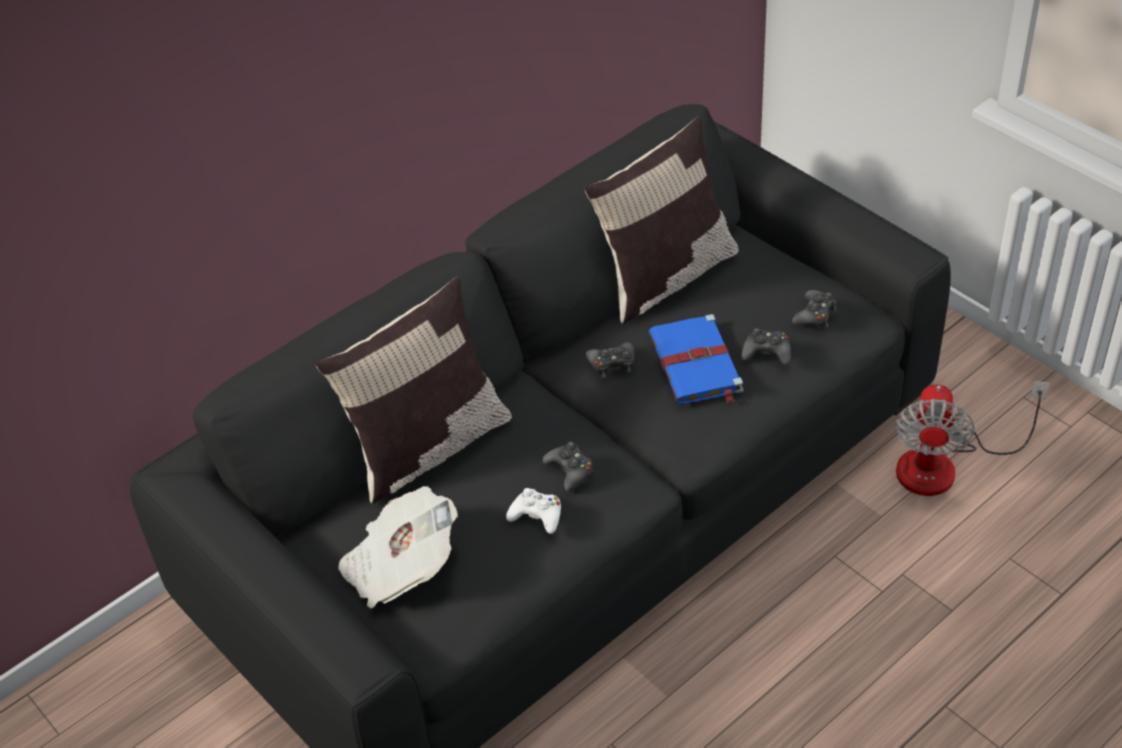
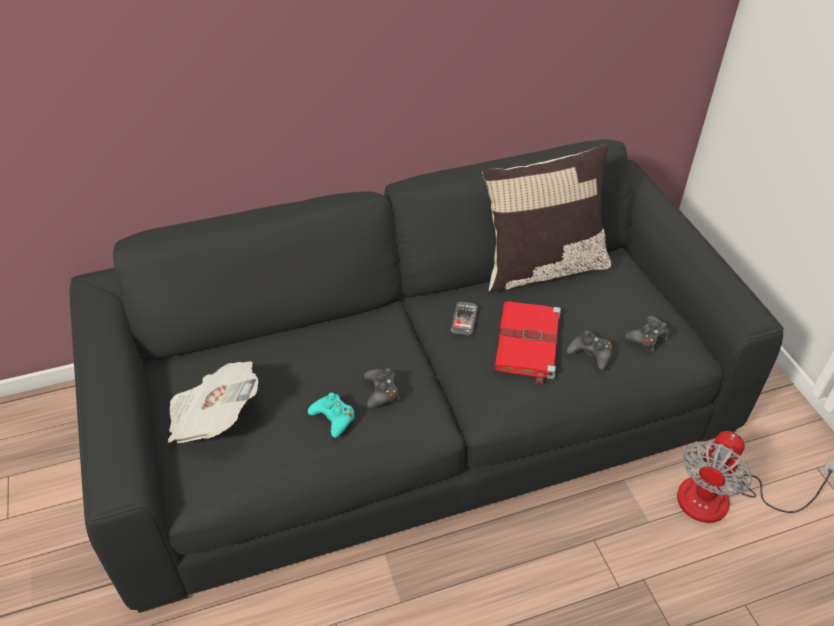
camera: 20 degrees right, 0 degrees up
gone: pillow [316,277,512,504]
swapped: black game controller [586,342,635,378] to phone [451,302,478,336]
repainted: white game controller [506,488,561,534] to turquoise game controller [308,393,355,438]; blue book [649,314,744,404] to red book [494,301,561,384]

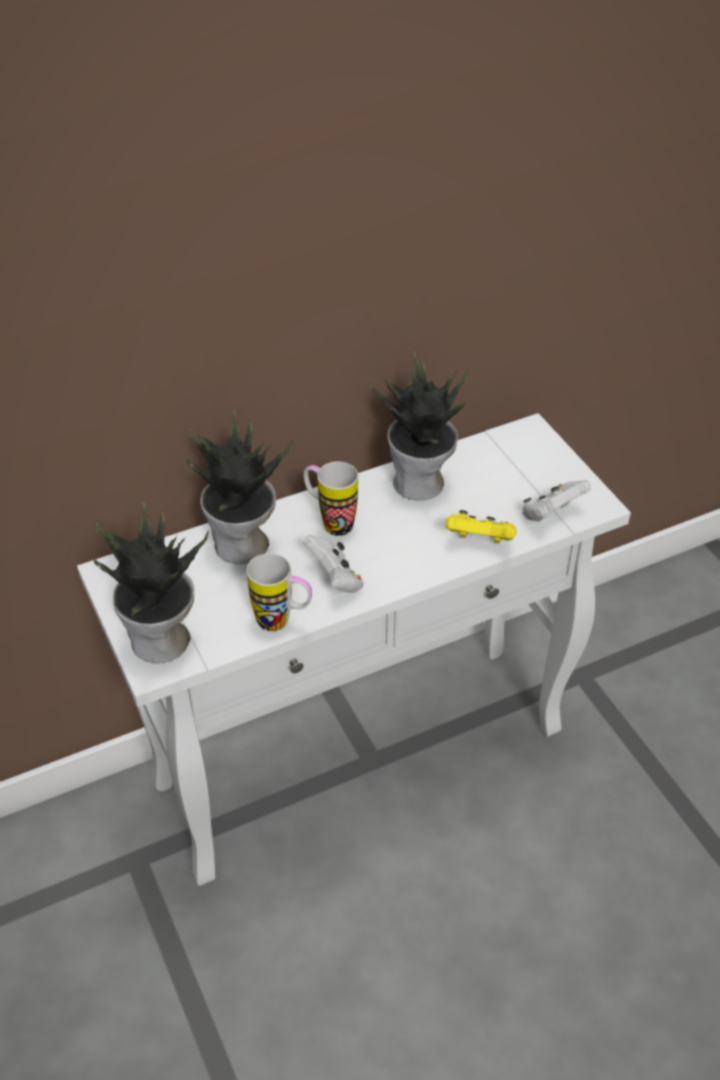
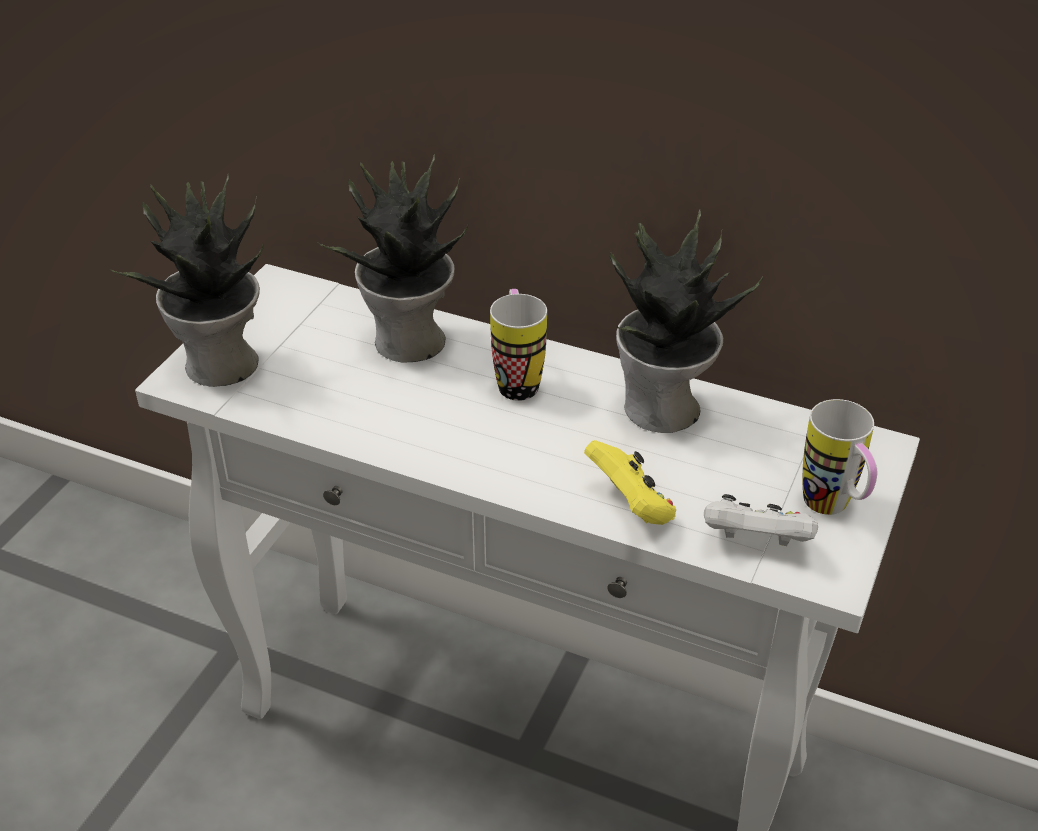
camera: 50 degrees right, 5 degrees down
gone: white game controller [302,535,364,592]
shifted: mug [247,553,312,631] to [803,399,877,515]

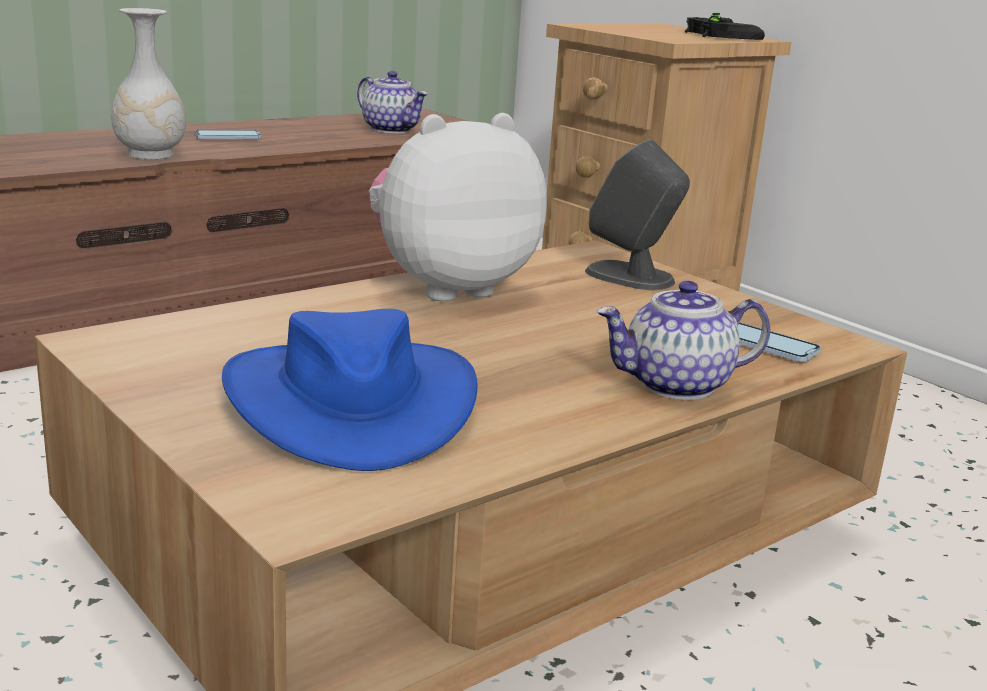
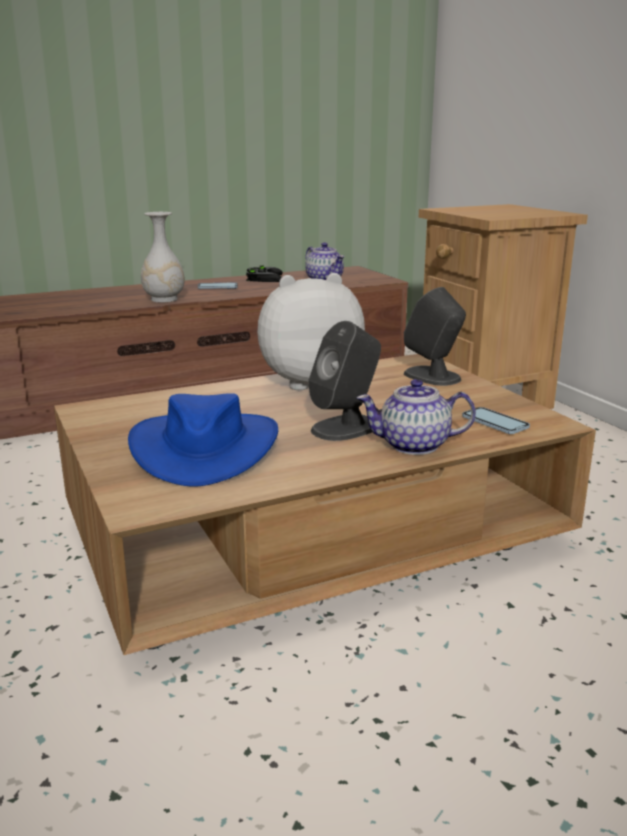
camera: 15 degrees right, 0 degrees up
new: grey speaker [309,321,381,441]
shifted: black game controller [685,13,765,40] to [246,265,283,282]

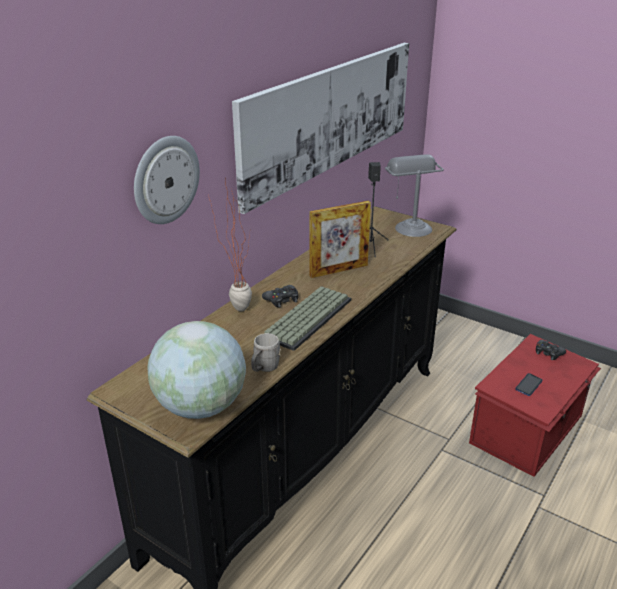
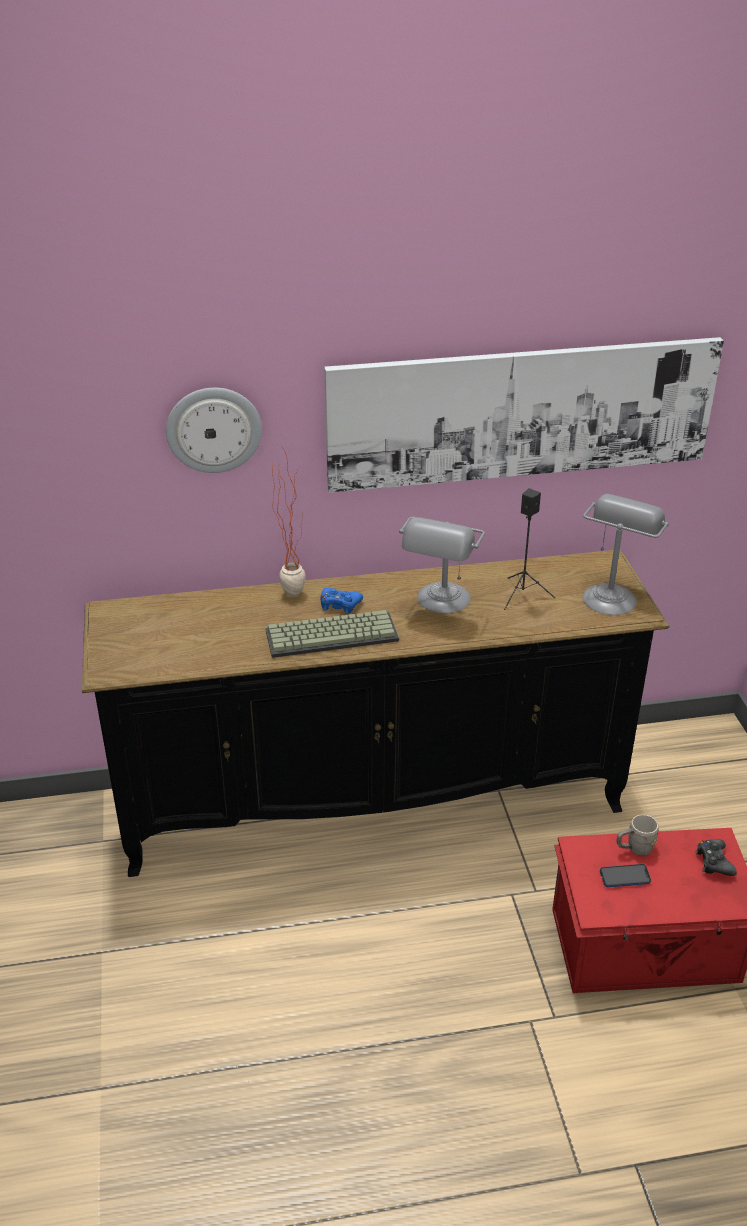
camera: 45 degrees right, 5 degrees up
gone: globe [147,321,246,419]
shifted: grey mug [251,333,281,372] to [616,814,659,856]
swapped: picture frame [309,201,371,278] to grey table lamp [399,517,485,613]
repainted: black game controller [262,285,298,307] to blue game controller [321,588,363,614]

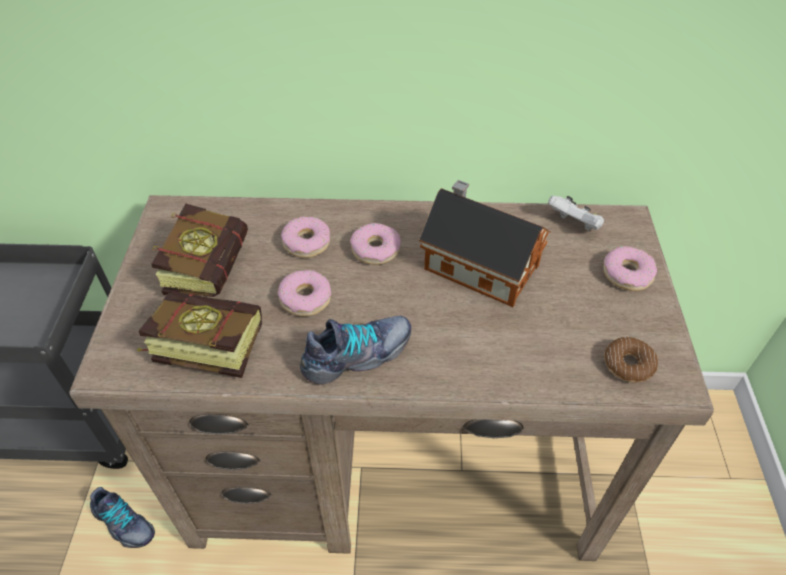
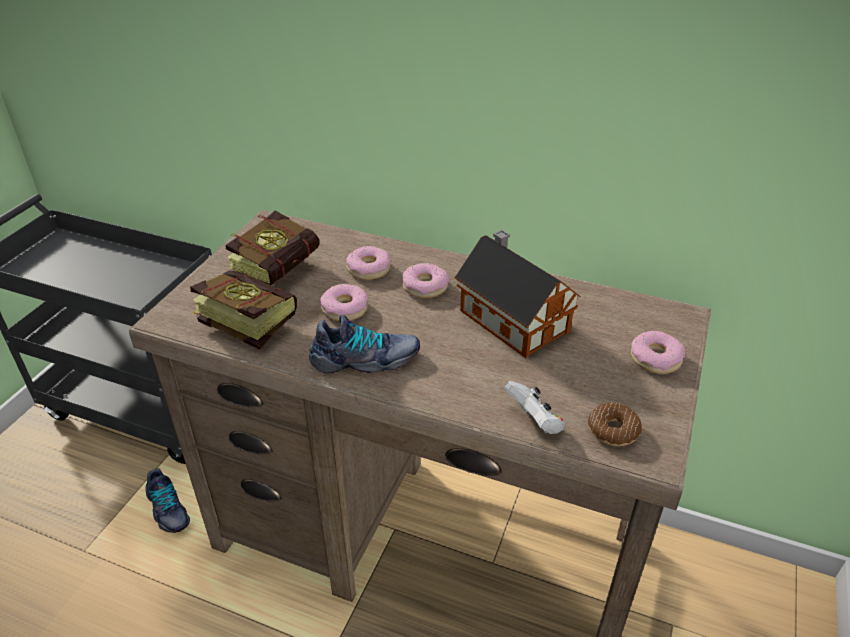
camera: 20 degrees right, 10 degrees down
shifted: white game controller [548,196,604,231] to [504,381,565,434]

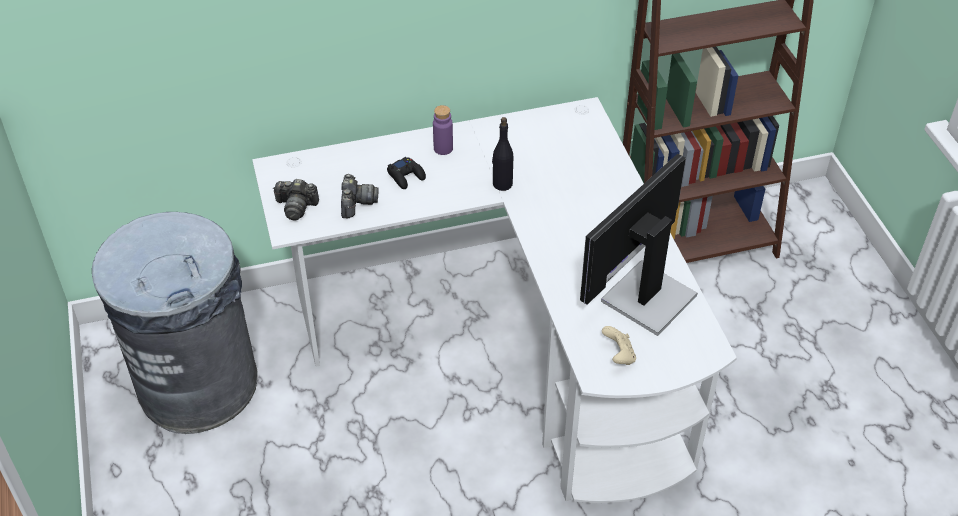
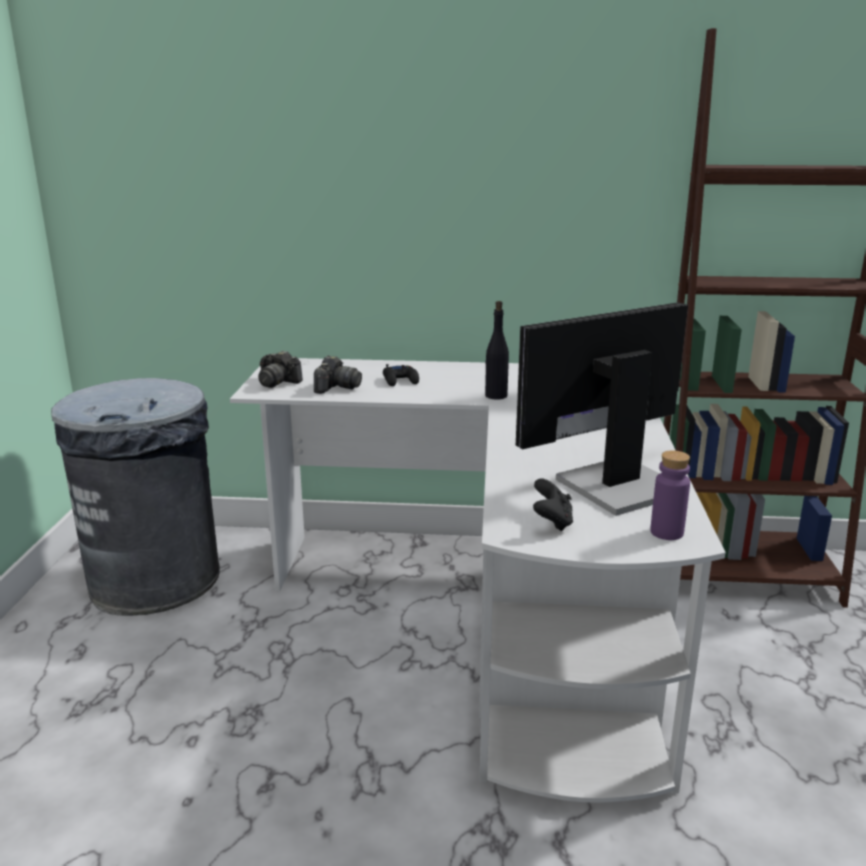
camera: 20 degrees right, 25 degrees down
shifted: purple bottle [433,105,453,155] to [650,450,690,540]
repainted: beige game controller [602,326,636,365] to black game controller [533,479,573,531]

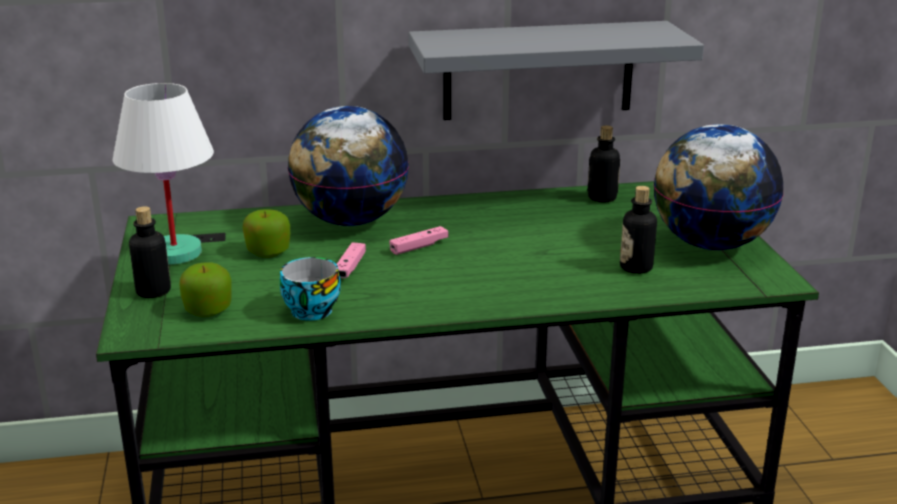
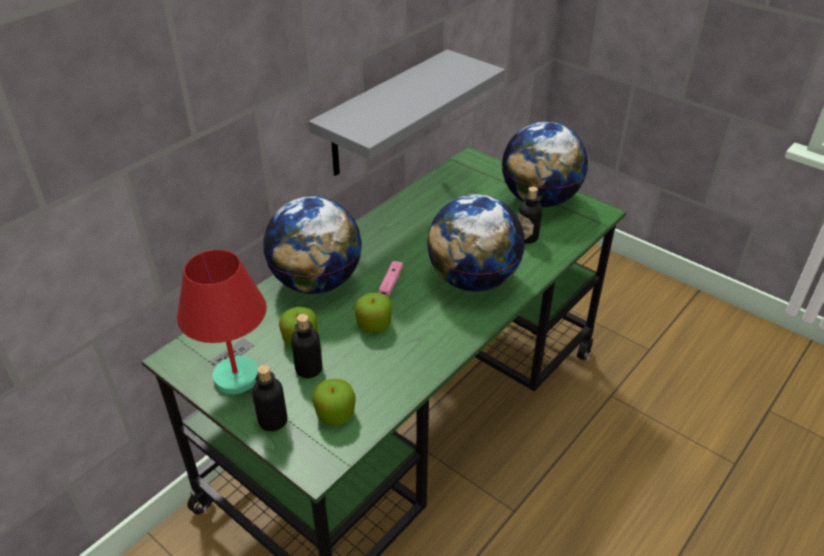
camera: 40 degrees left, 15 degrees up
gone: cup [280,257,340,321]
new: globe [427,194,525,292]
shifted: bottle [587,125,620,202] to [291,314,323,378]
swapped: pink game controller [337,242,366,278] to apple [355,293,392,333]
repainted: white table lamp [112,83,214,264] to red table lamp [177,249,267,394]

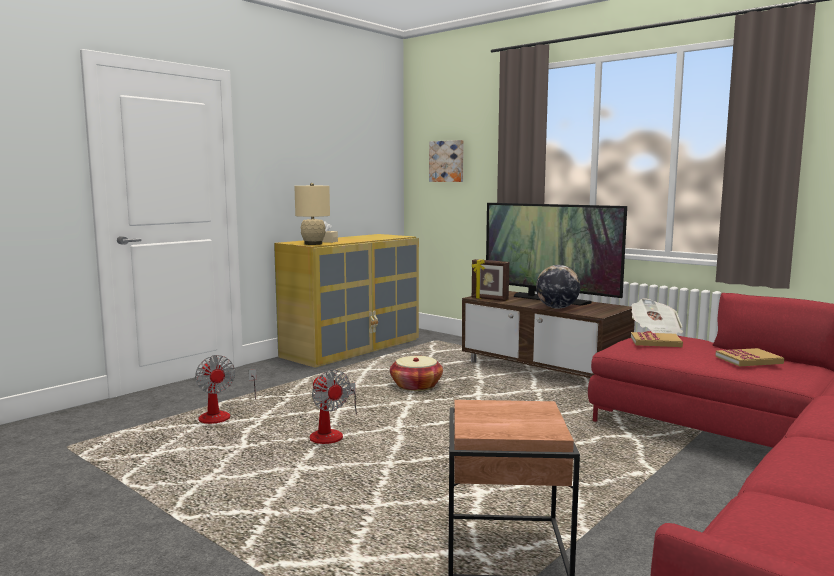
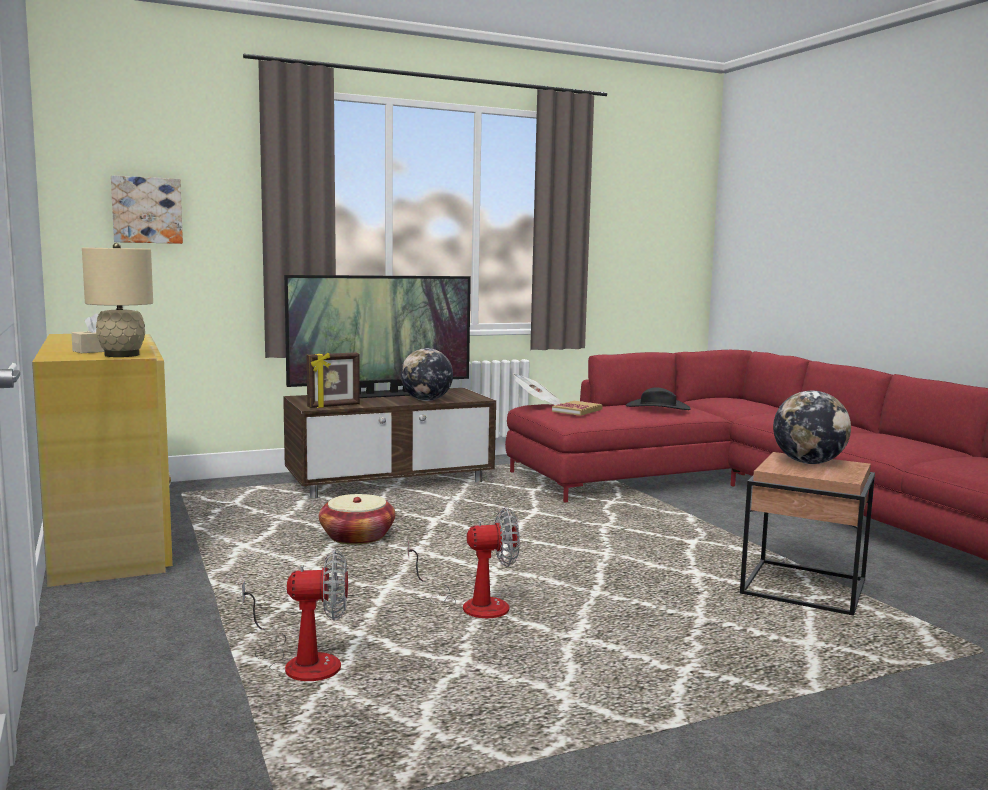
camera: 65 degrees left, 0 degrees up
new: globe [773,391,851,464]
swapped: book [715,348,784,366] to black hat [626,388,690,410]

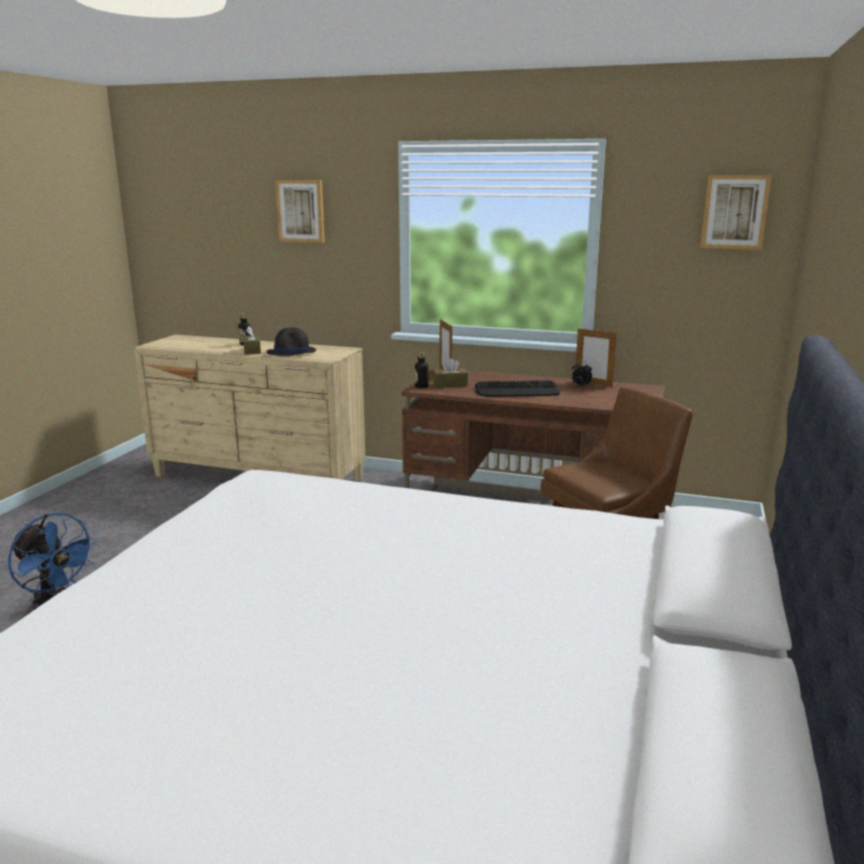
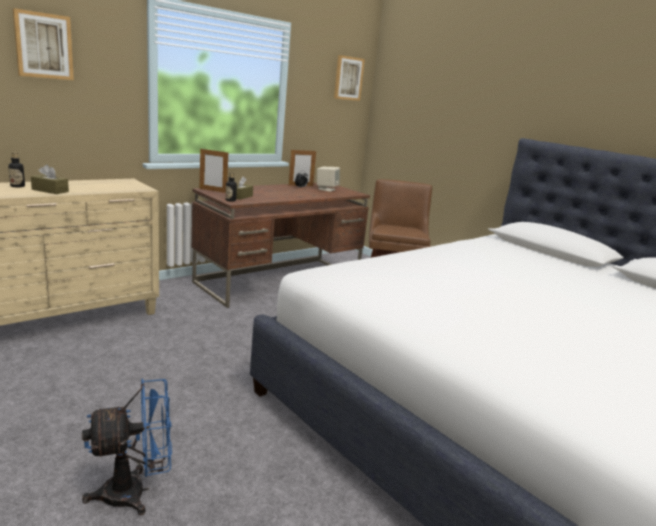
camera: 60 degrees left, 0 degrees up
gone: black hat [267,328,316,356]; keyboard [475,381,561,397]
new: beige speaker [317,167,340,192]

